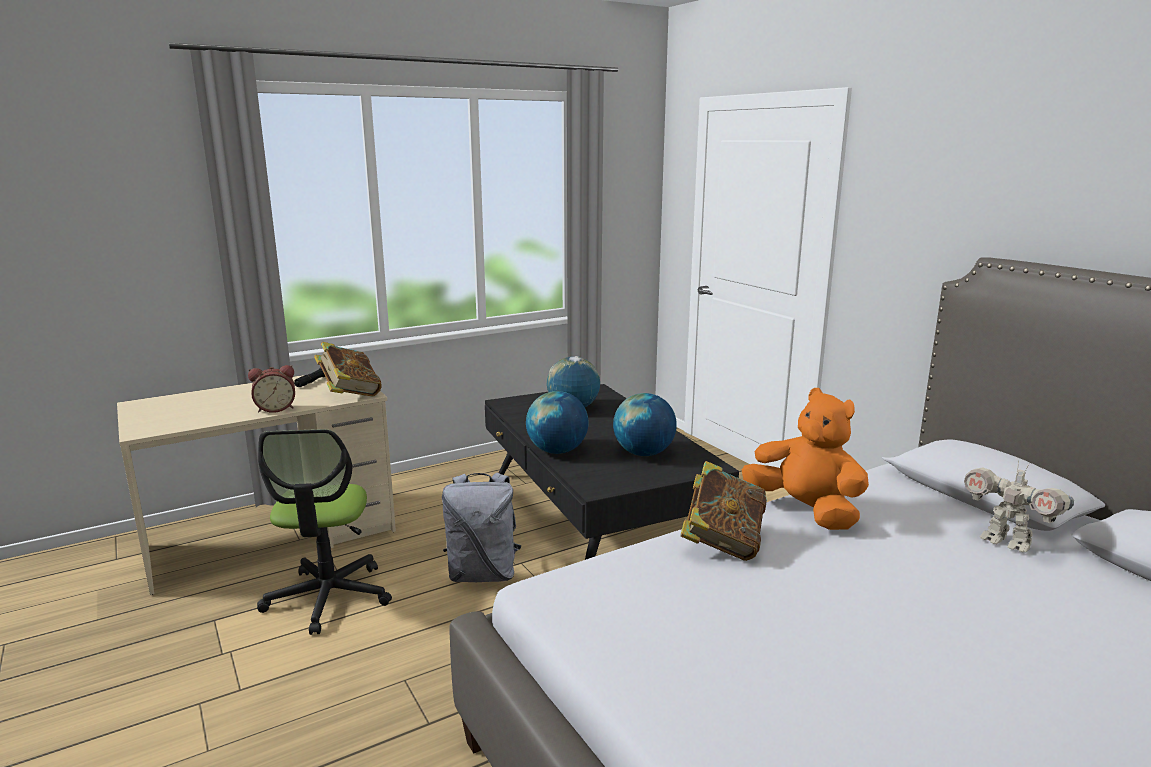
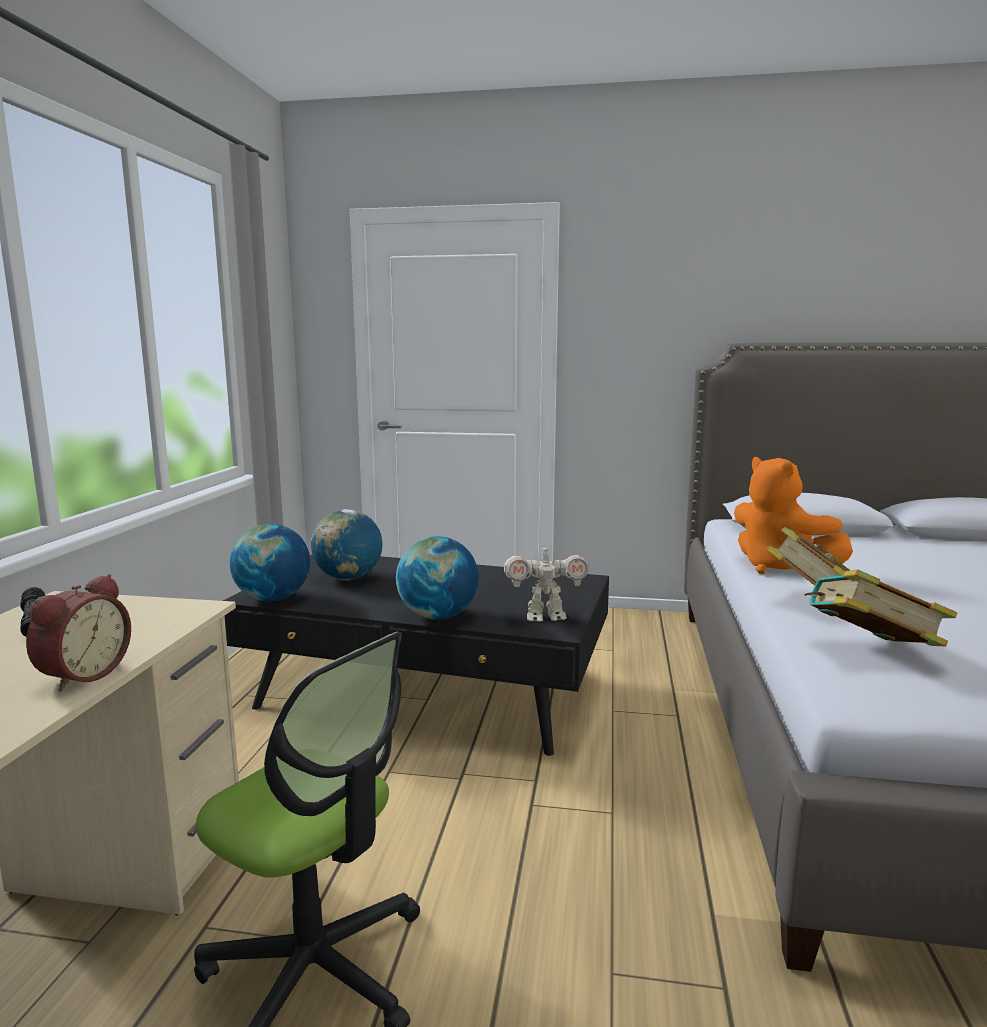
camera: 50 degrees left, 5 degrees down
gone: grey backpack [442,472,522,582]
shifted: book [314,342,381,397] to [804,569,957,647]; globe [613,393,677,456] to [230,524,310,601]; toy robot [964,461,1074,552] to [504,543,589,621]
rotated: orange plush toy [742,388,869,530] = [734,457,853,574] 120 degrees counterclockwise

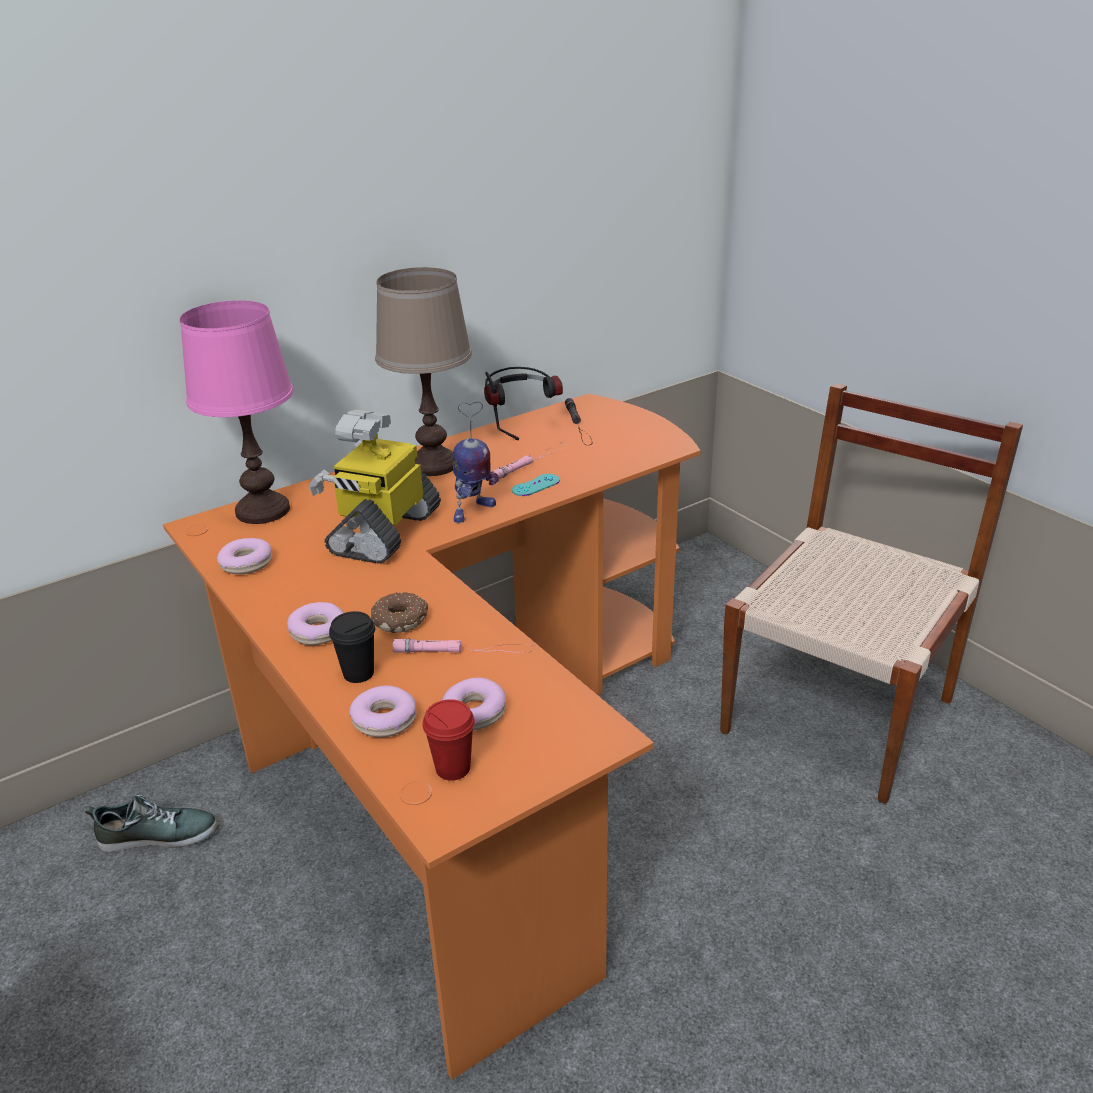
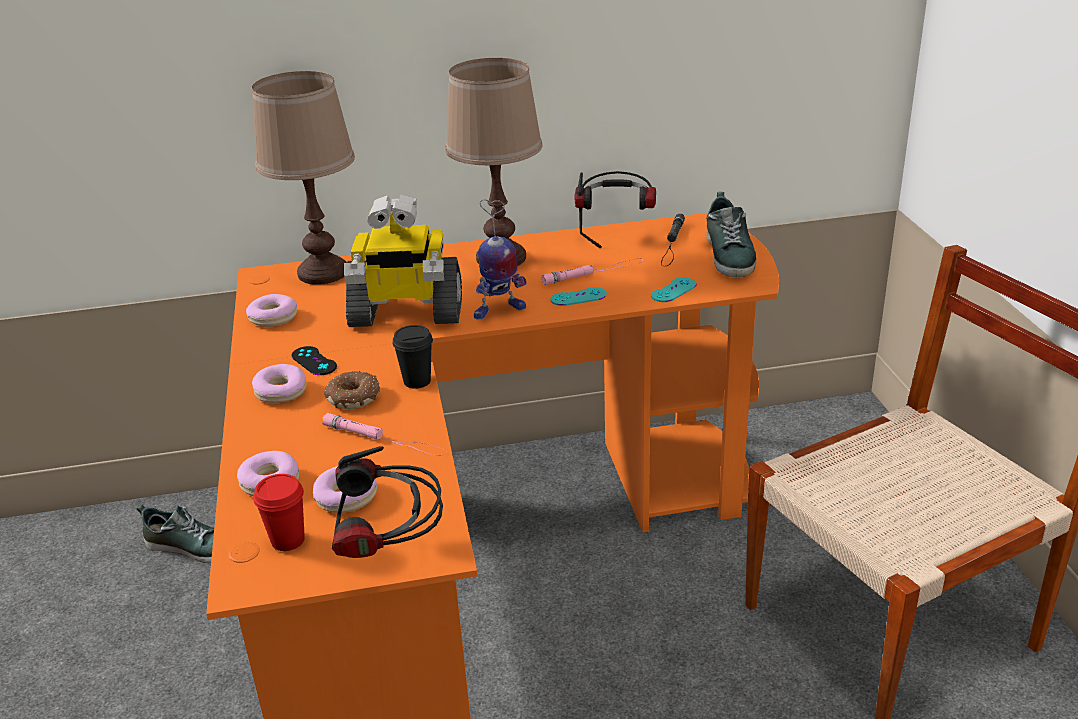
camera: 25 degrees right, 0 degrees up
new: black game controller [292,346,337,375]; headphones [332,446,443,558]; turquoise game controller [651,277,697,302]; shoe [706,192,757,277]
shifted: black cup [329,611,375,683] to [392,325,433,389]
repainted: pink table lamp [180,300,294,524] to brown table lamp [252,71,355,285]
rotated: toy robot [308,410,441,564] = [344,194,462,327] 135 degrees counterclockwise

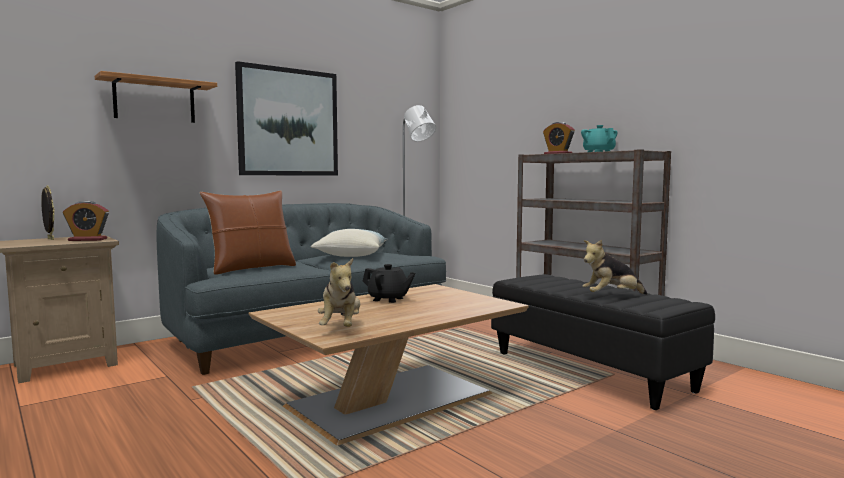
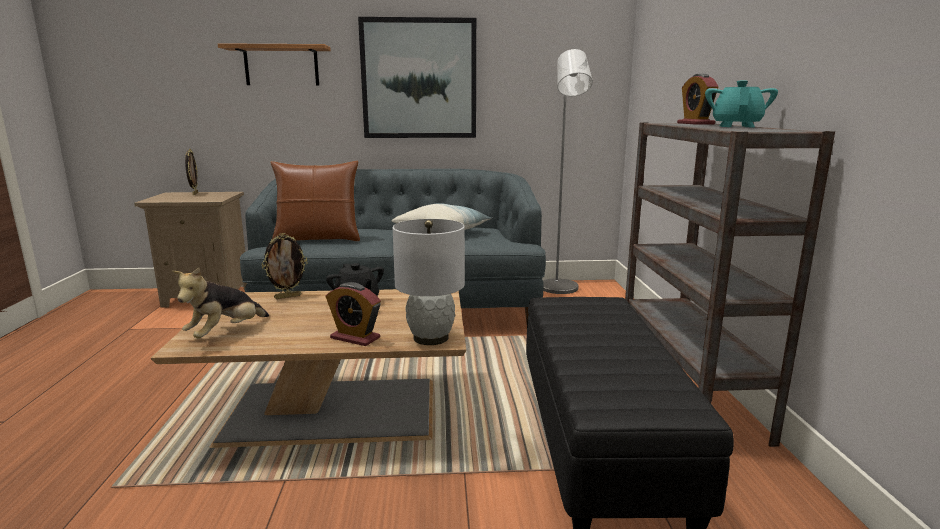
camera: 35 degrees right, 10 degrees up
gone: plush toy [583,240,647,295]
new: picture frame [262,233,308,299]; white table lamp [393,219,465,345]
shifted: alarm clock [63,201,109,241] to [326,282,381,346]

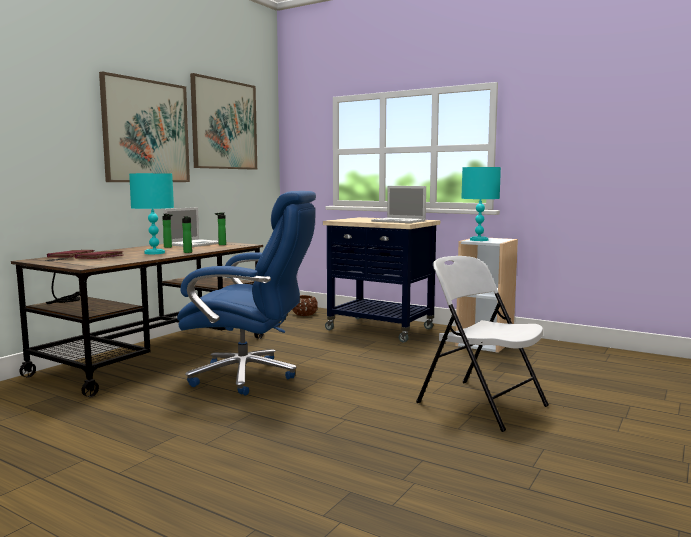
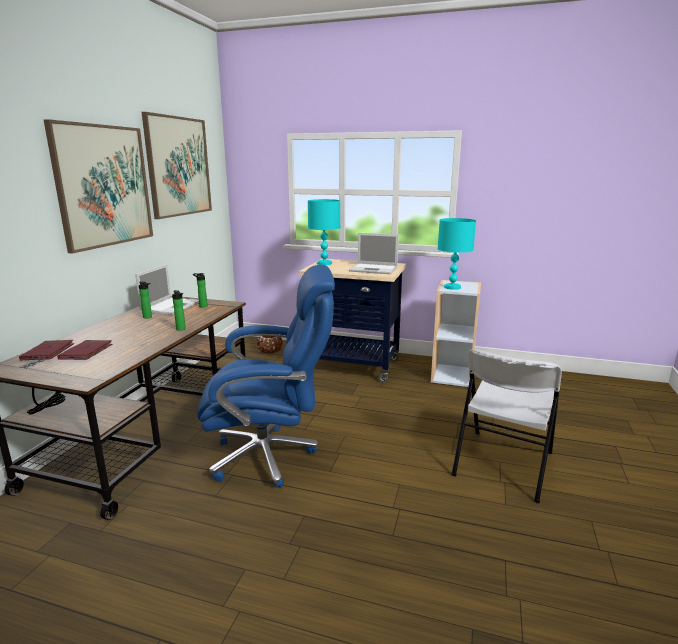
camera: 15 degrees left, 10 degrees up
shifted: turquoise table lamp [129,173,174,254] to [308,199,340,265]
rotated: white chair [416,256,549,432] = [451,349,562,503] 90 degrees counterclockwise

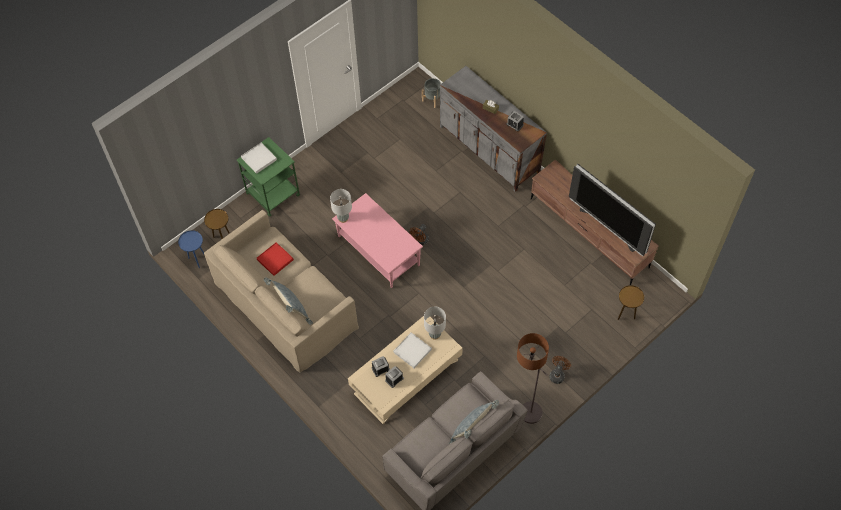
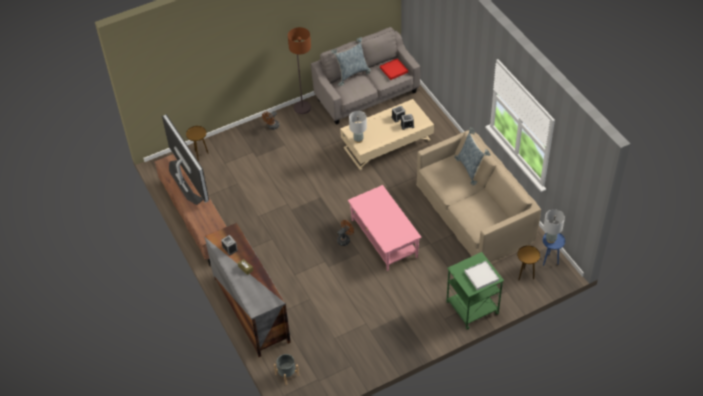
camera: 165 degrees left, 10 degrees down
gone: white tray [393,332,432,368]
shifted: red tray [257,242,294,276] to [380,58,408,80]; grey table lamp [330,189,352,223] to [544,209,565,243]

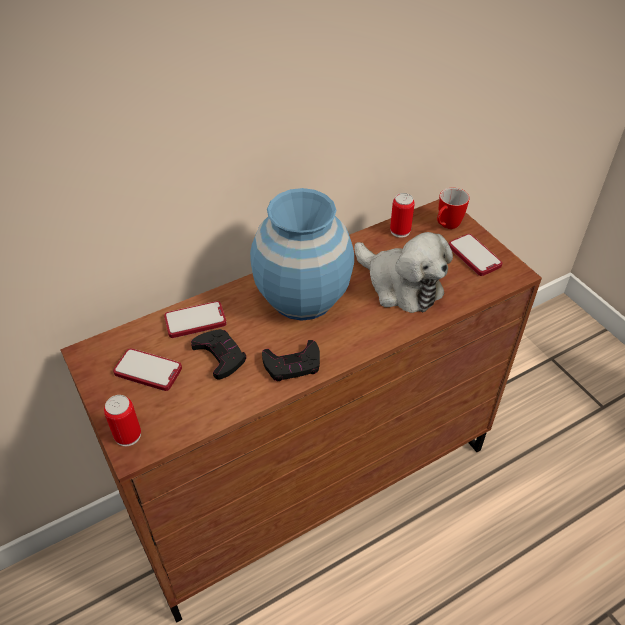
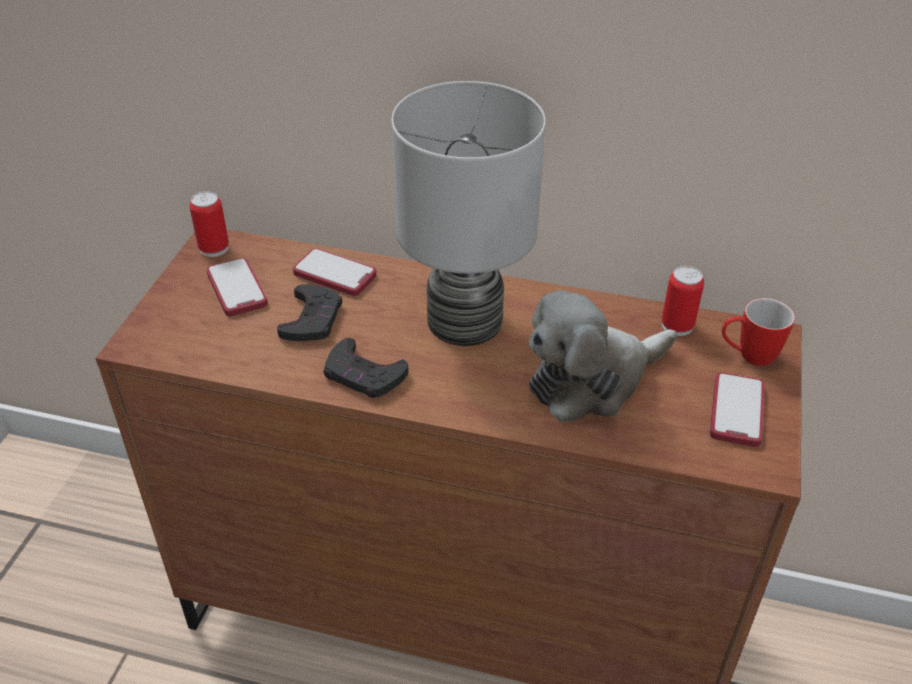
camera: 45 degrees right, 5 degrees down
shifted: can [104,395,141,446] to [190,191,229,257]
swapped: blue vase [250,188,354,321] to grey table lamp [392,81,546,346]
rotated: plush toy [354,232,453,313] = [529,290,676,422] 60 degrees clockwise

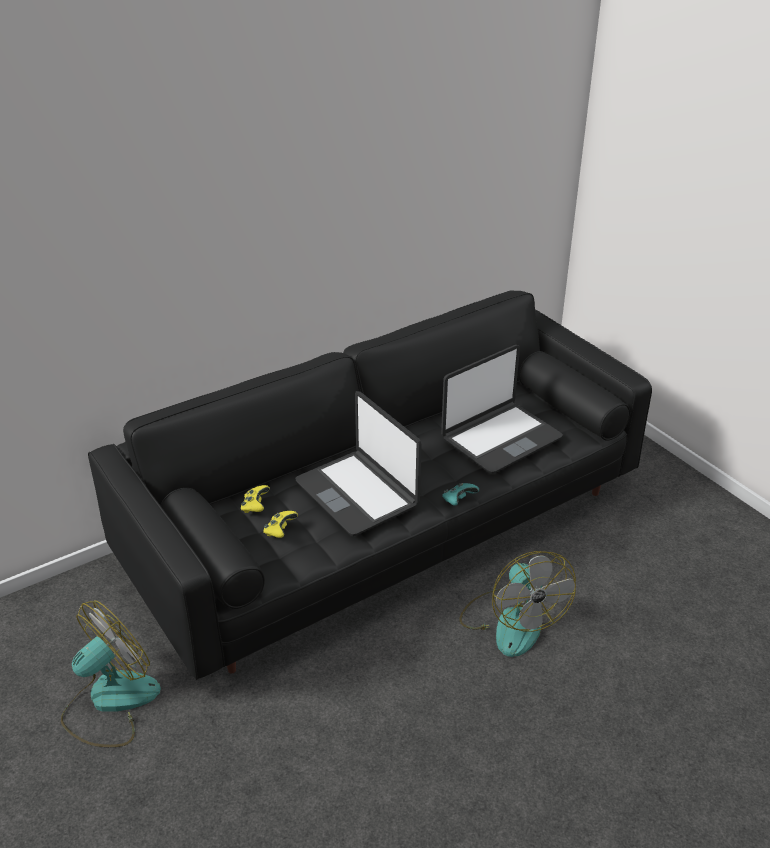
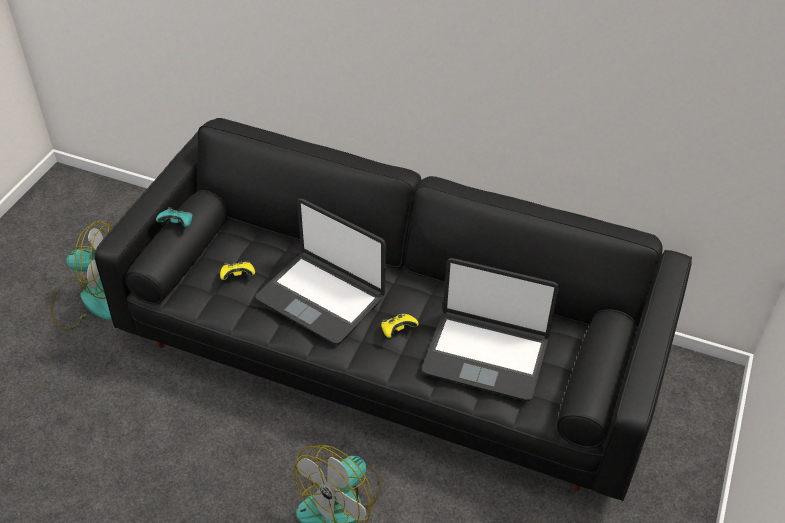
camera: 55 degrees right, 10 degrees up
shifted: yellow game controller [241,485,270,513] to [381,314,419,338]; turquoise game controller [442,483,479,506] to [156,207,192,227]
rotated: laptop [295,391,421,536] = [255,199,386,345] 75 degrees counterclockwise

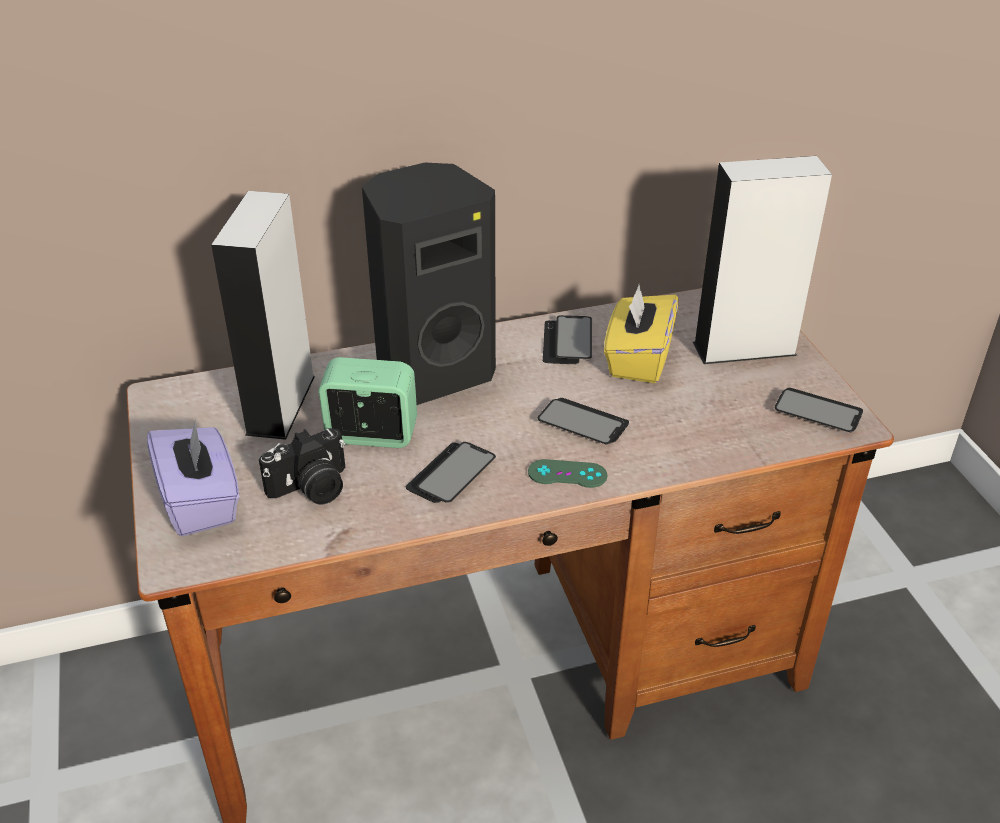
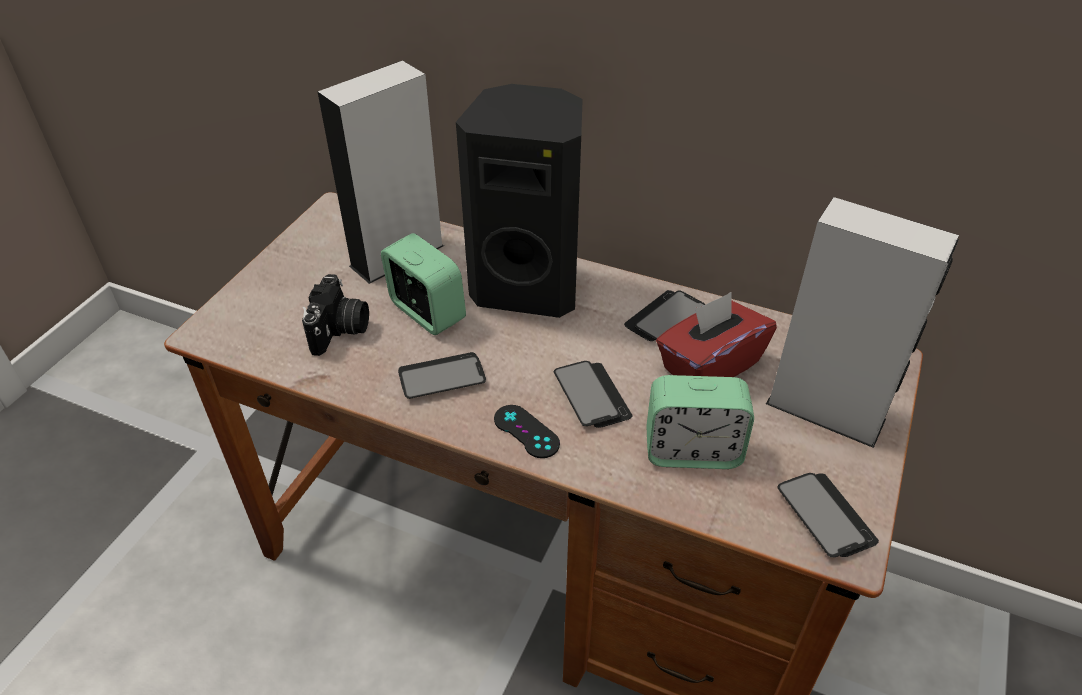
camera: 40 degrees right, 5 degrees up
gone: purple tissue box [147,418,240,536]
new: alarm clock [646,375,754,469]
repainted: green game controller [528,459,607,488] to black game controller [494,405,560,458]; yellow tissue box [604,285,678,383] to red tissue box [656,292,777,377]
rotated: photo camera [259,428,345,504] = [302,274,369,356] 90 degrees counterclockwise

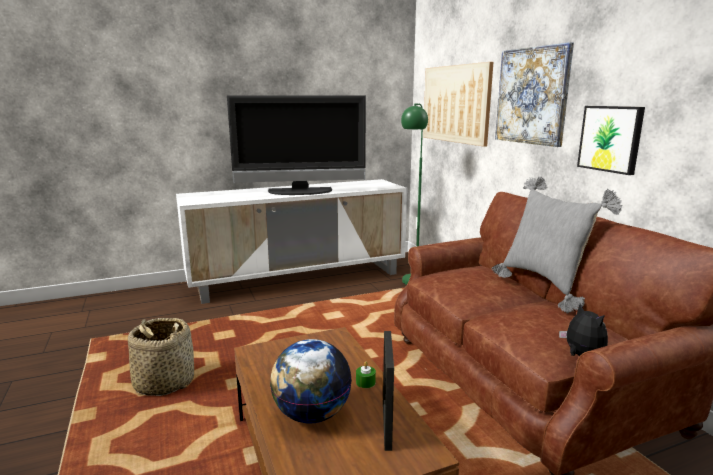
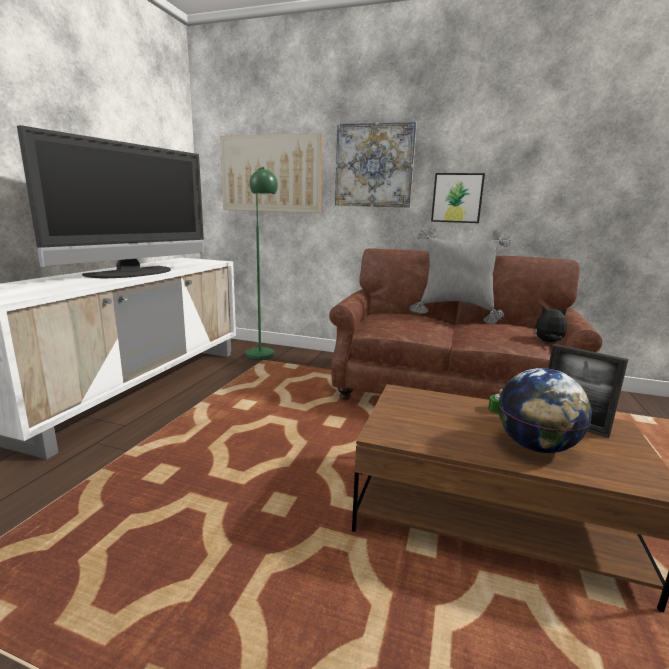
camera: 50 degrees left, 0 degrees up
gone: basket [128,318,194,396]

